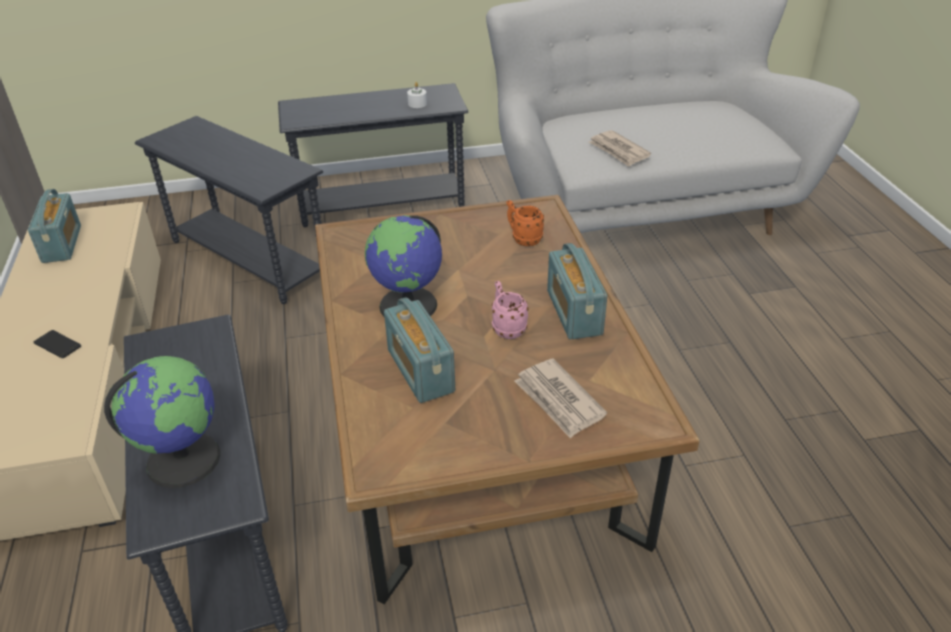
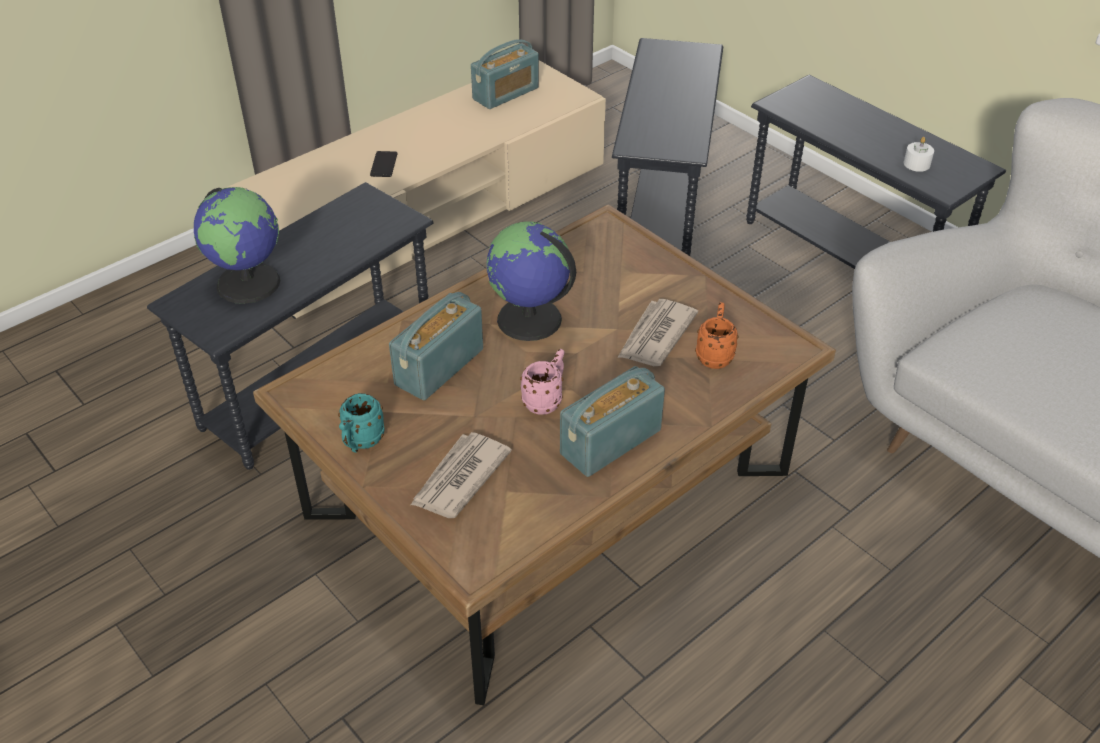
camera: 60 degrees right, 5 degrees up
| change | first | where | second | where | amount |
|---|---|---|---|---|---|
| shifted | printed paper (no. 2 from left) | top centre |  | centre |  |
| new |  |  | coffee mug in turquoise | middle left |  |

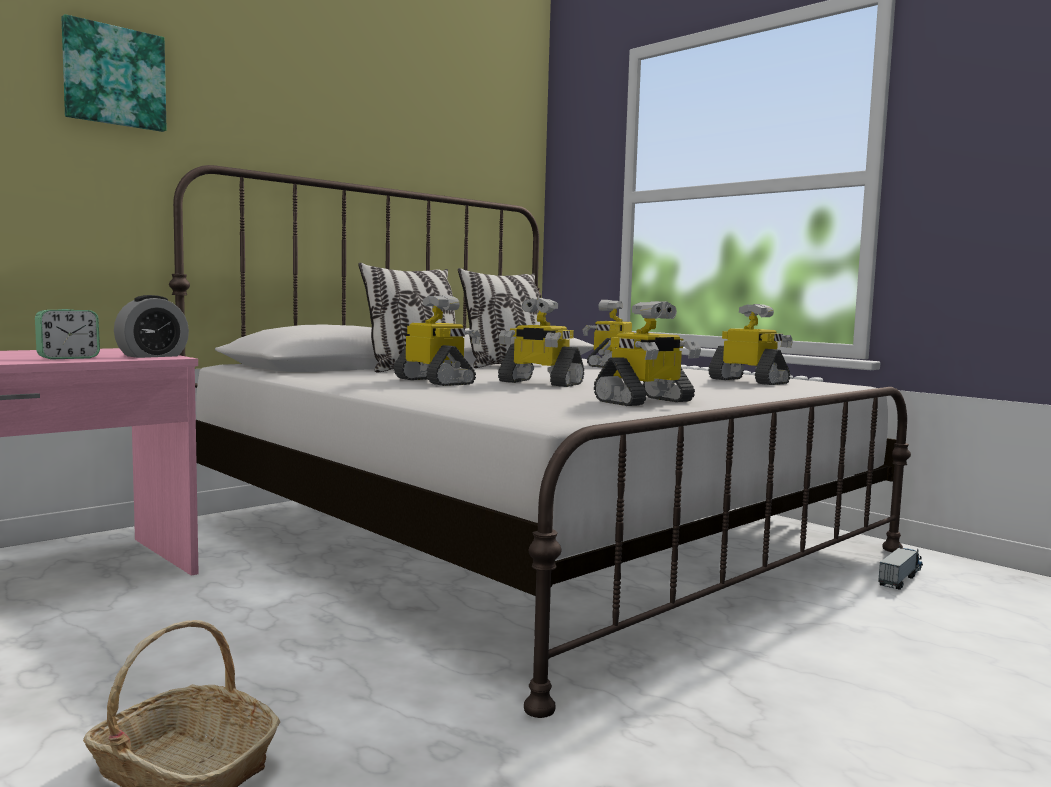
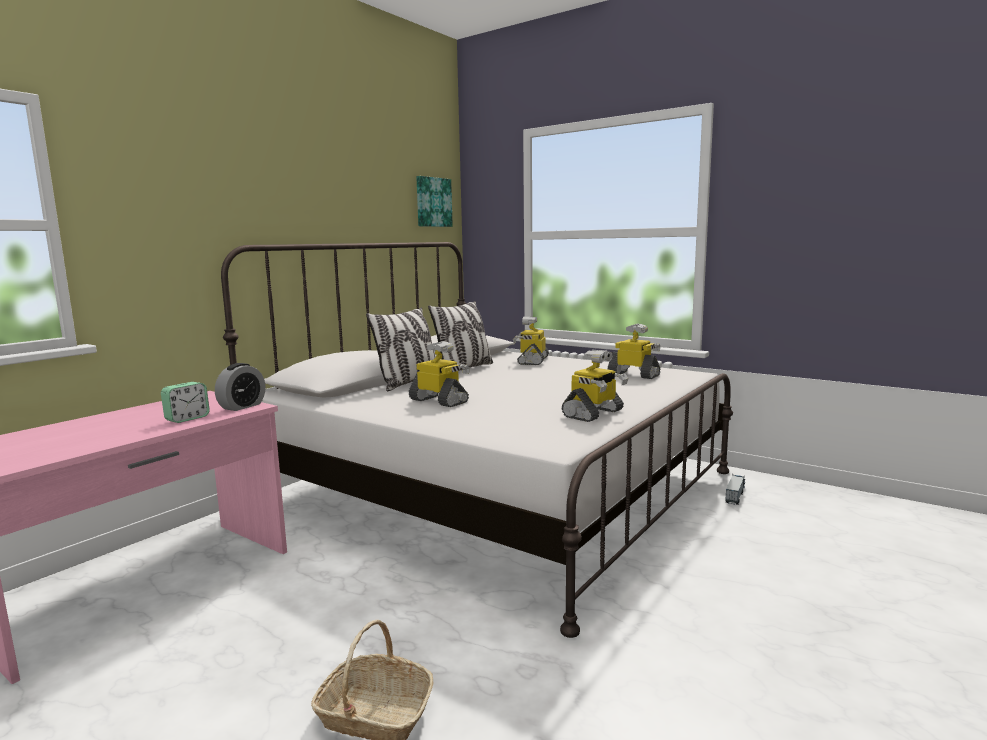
camera: 10 degrees left, 5 degrees up
| change | first | where | second | where | amount |
|---|---|---|---|---|---|
| shifted | wall art | top left |  | top centre |  |
| gone | robot figure (no. 2 from left) | centre |  |  |  |

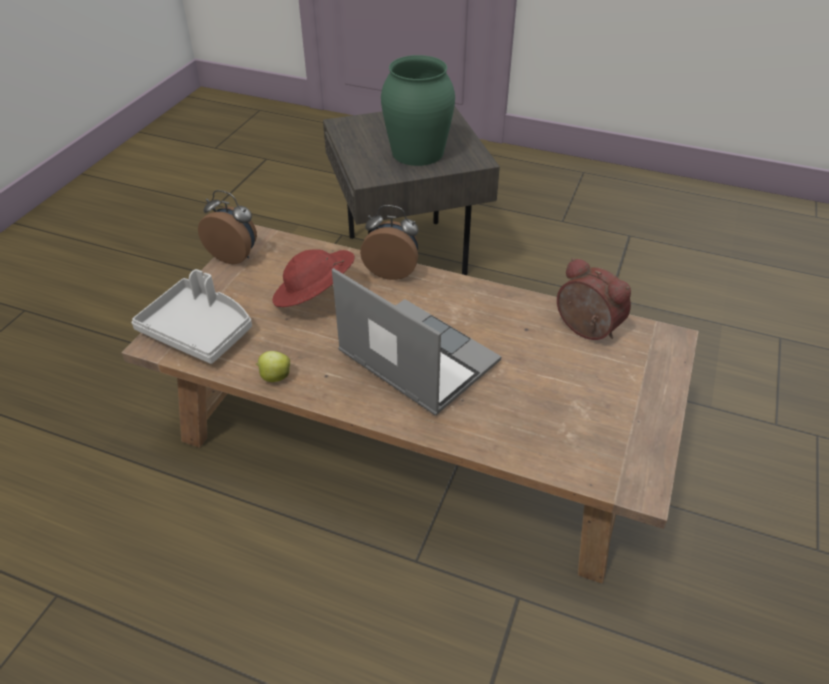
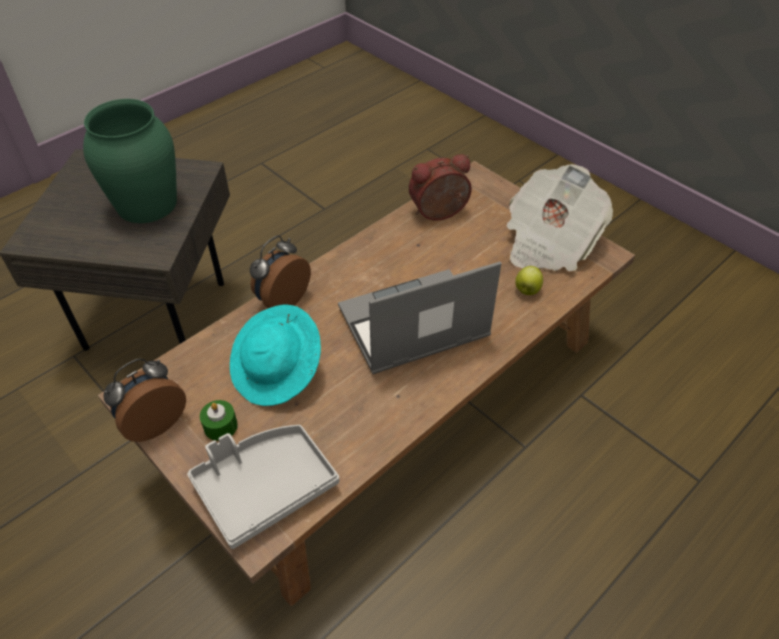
camera: 65 degrees left, 5 degrees up
| change | first | where | second | where | amount |
|---|---|---|---|---|---|
| repainted | hat in red | centre | hat in turquoise | centre |  |
| shifted | apple | middle left |  | middle right |  |
| new |  |  | printed paper | middle right |  |
| new |  |  | candle in greenish | middle left |  |

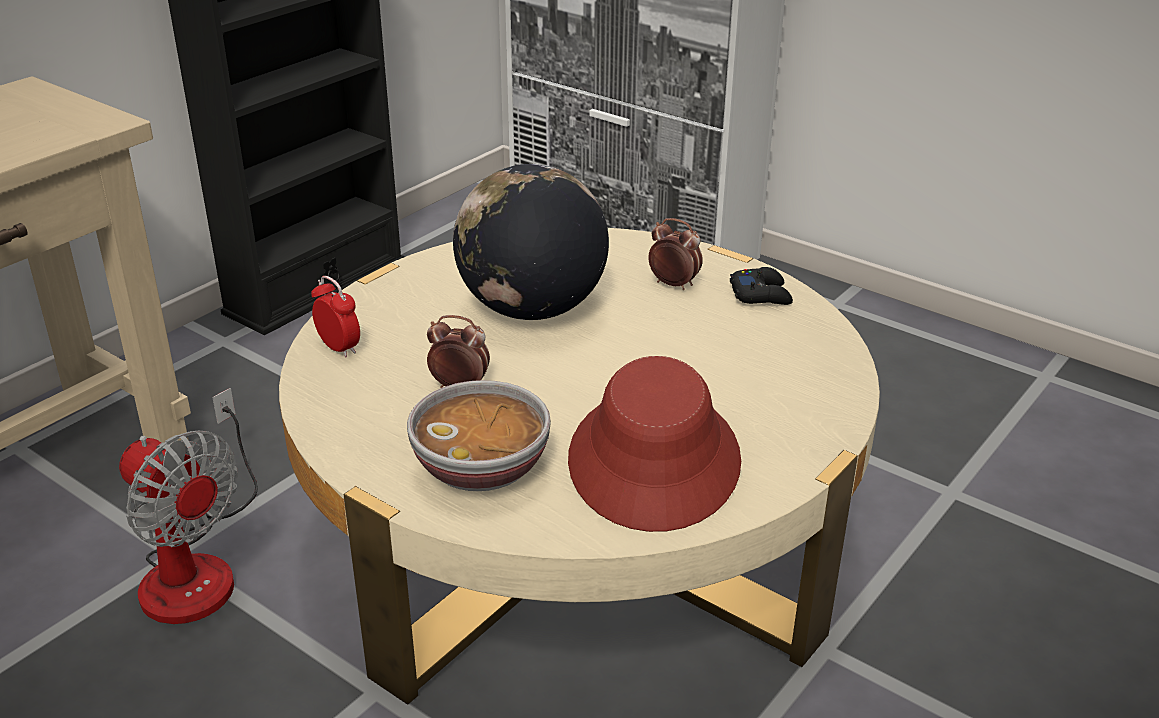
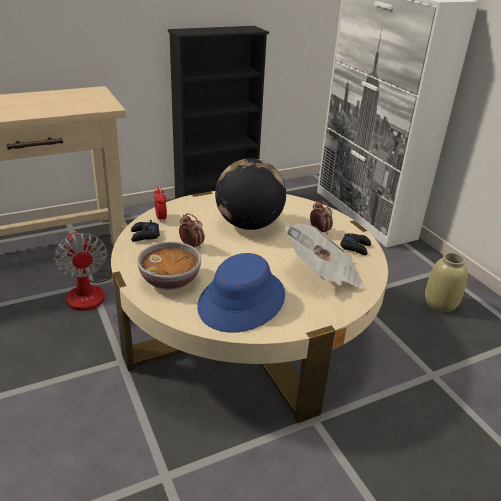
camera: 25 degrees right, 0 degrees up
| change | first | where | second | where | amount |
|---|---|---|---|---|---|
| repainted | hat in red | centre | hat in blue-coloured | centre |  |
| new |  |  | game controller in black-coloured (no. 1 from left) | middle left |  |
| new |  |  | printed paper | centre |  |
| new |  |  | decorative vase in sand-coloured | middle right |  |

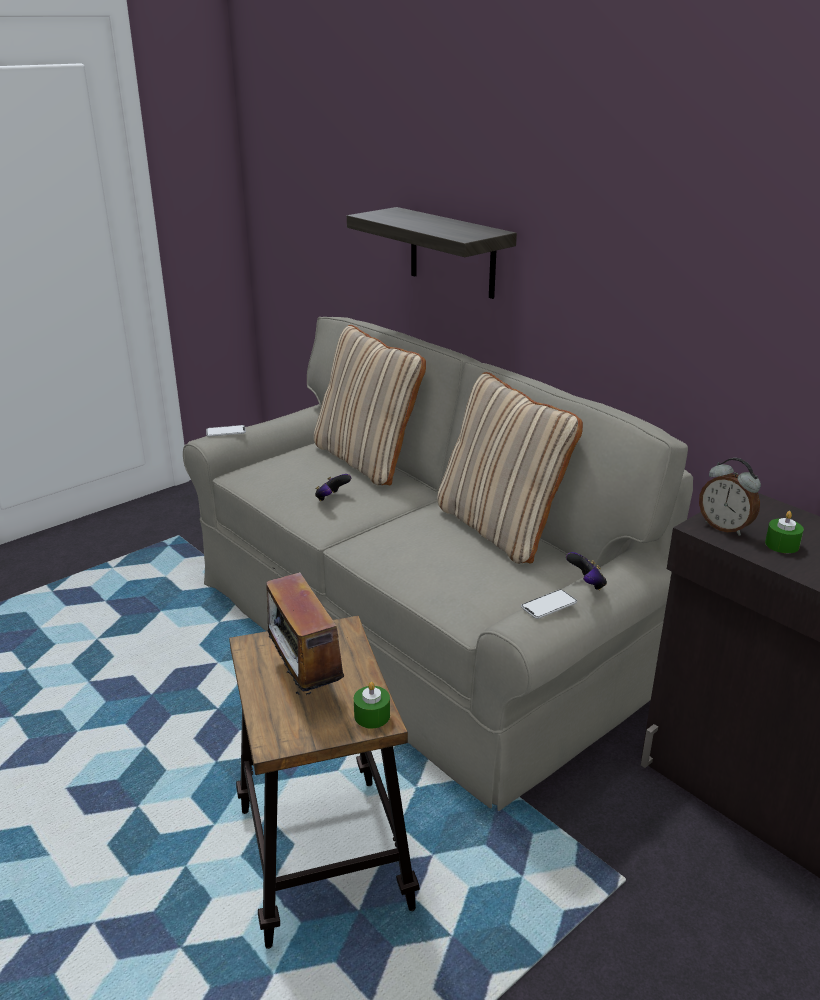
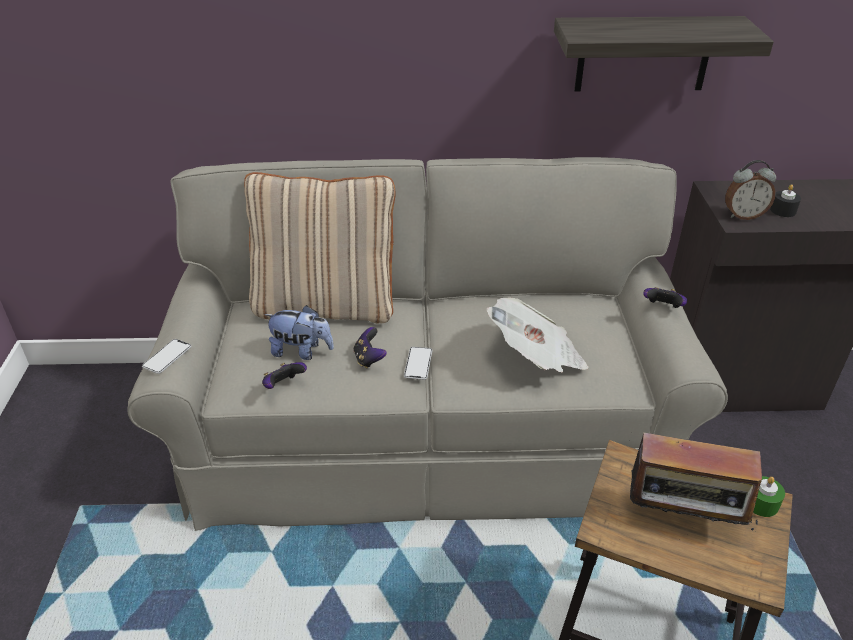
camera: 50 degrees left, 10 degrees up
| change | first | where | second | where | amount |
|---|---|---|---|---|---|
| shifted | wall shelf | top centre |  | top right |  |
| gone | pillow in sand-coloured (no. 2 from left) | centre |  |  |  |
| repainted | candle in greenish (no. 2 from left) | middle right | candle in black-coloured | top right |  |
| shifted | phone (no. 2 from left) | middle right |  | centre |  |
| new |  |  | printed paper | centre |  |
| new |  |  | soft toy | centre |  |
| new |  |  | game controller (no. 1 from left) | middle left |  |

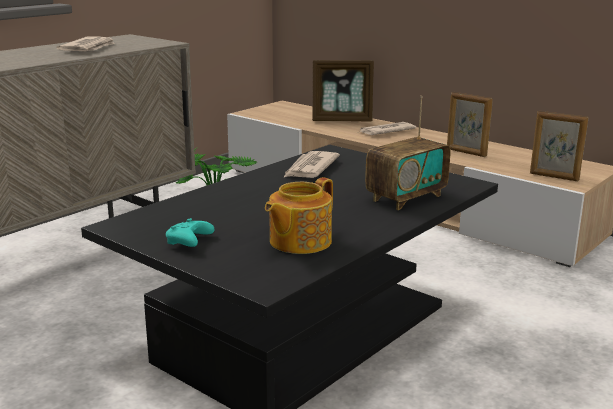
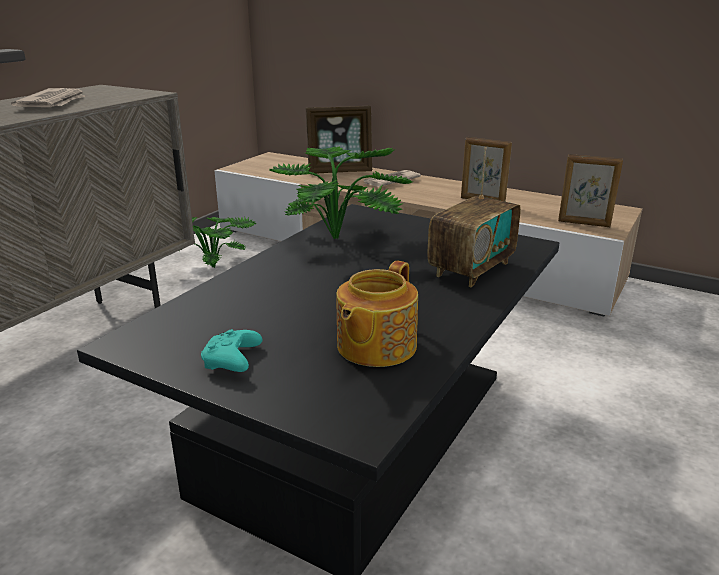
camera: 10 degrees left, 5 degrees up
| change | first | where | second | where | amount |
|---|---|---|---|---|---|
| swapped | printed paper (no. 2 from left) | centre | houseplant (no. 2 from left) | centre |  |

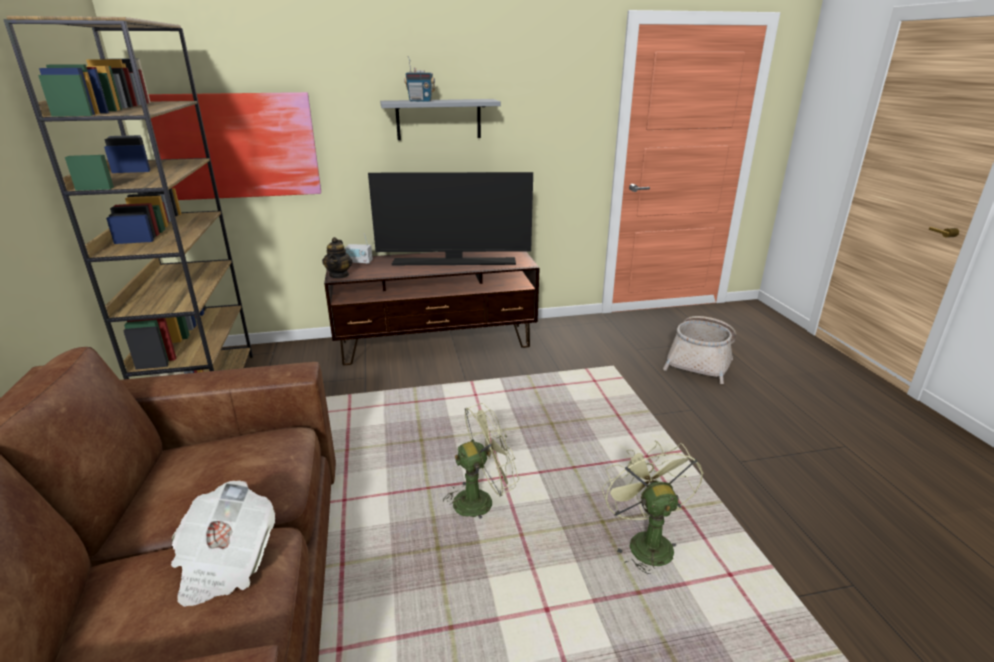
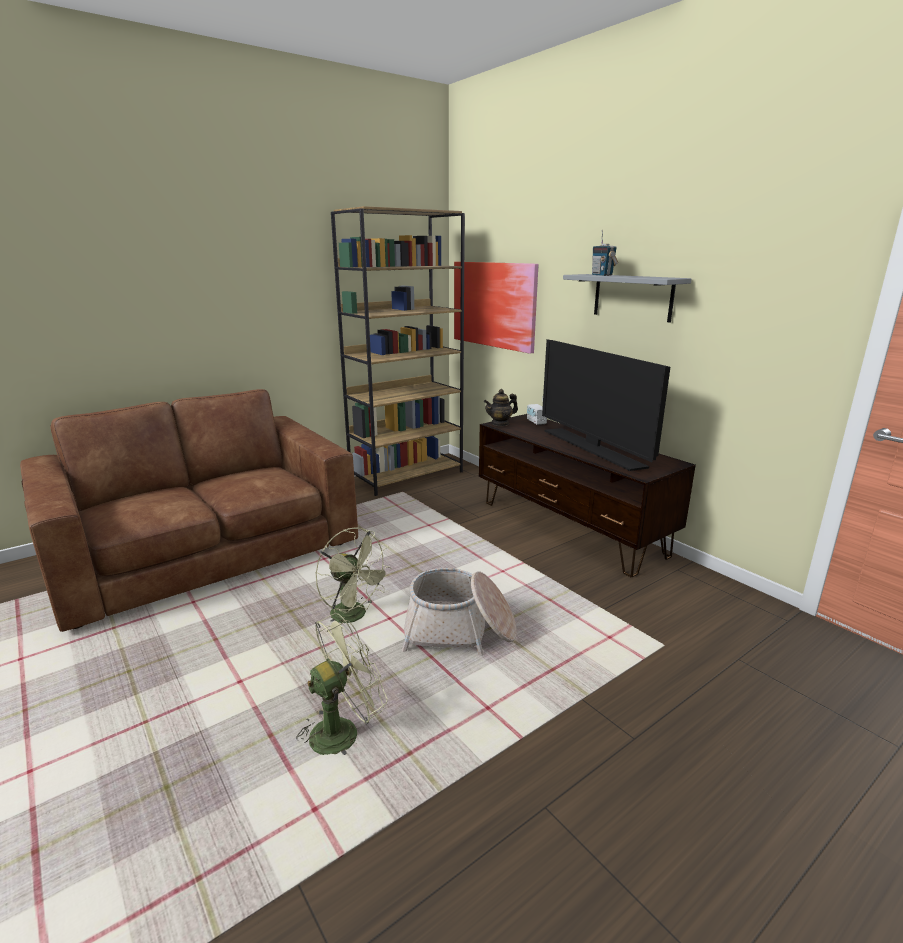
camera: 65 degrees right, 5 degrees down
| change | first | where | second | where | amount |
|---|---|---|---|---|---|
| shifted | basket | middle right |  | centre |  |
| gone | printed paper | bottom left |  |  |  |

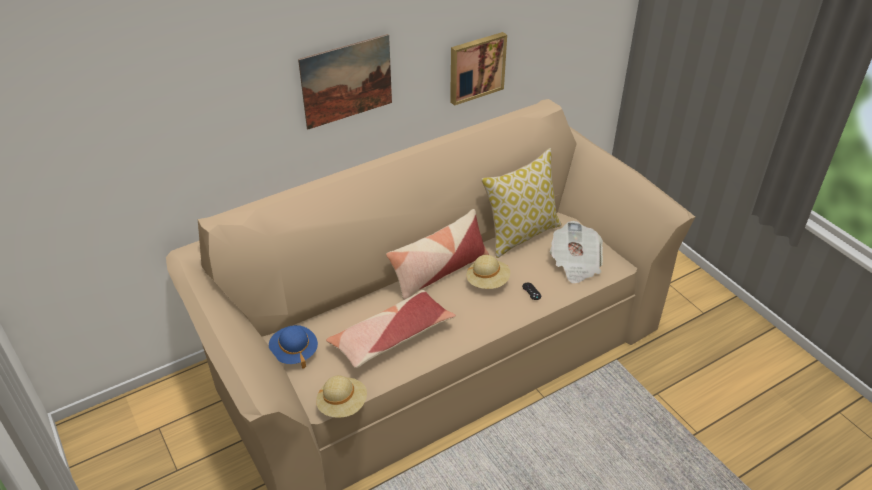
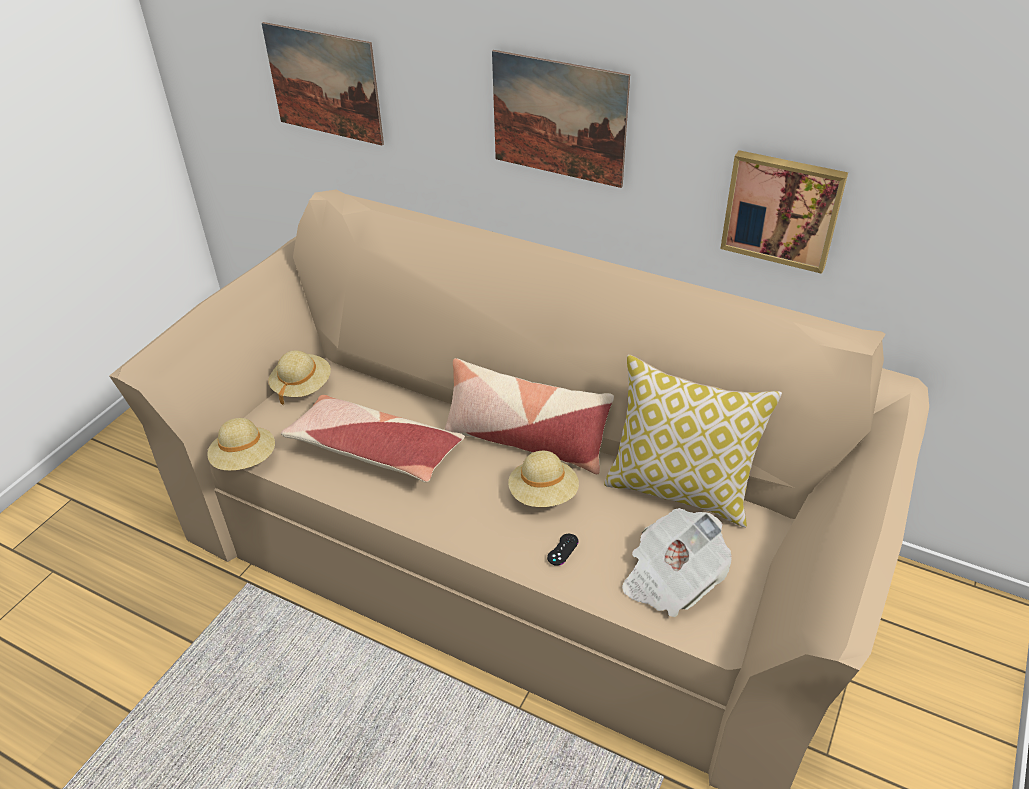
camera: 60 degrees right, 0 degrees up
| change | first | where | second | where | amount |
|---|---|---|---|---|---|
| repainted | hat in blue-coloured | bottom centre | hat in sand-coloured (no. 2 from left) | middle left |  |
| new |  |  | wall art (no. 1 from left) | top left |  |

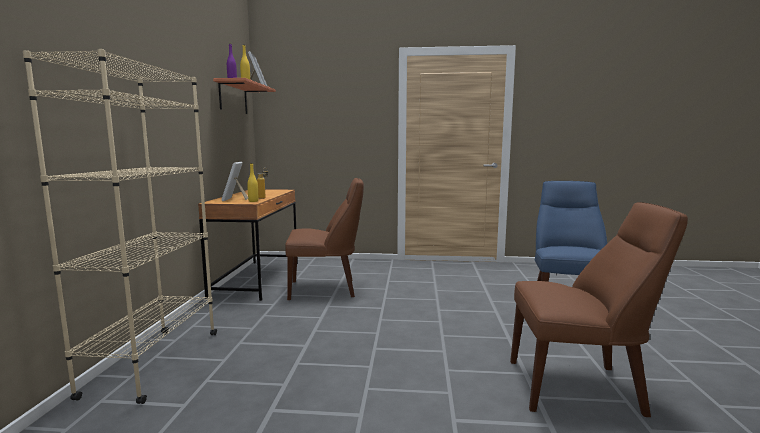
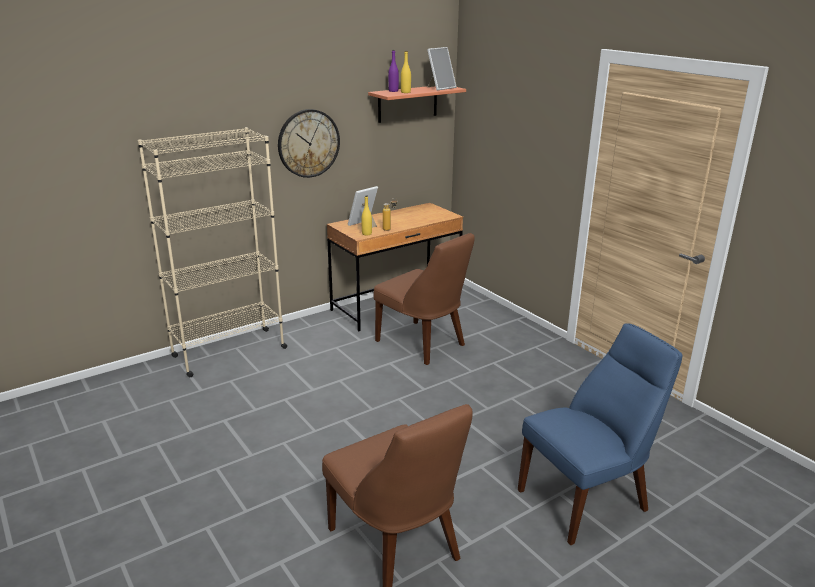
camera: 50 degrees right, 15 degrees up
| change | first | where | second | where | amount |
|---|---|---|---|---|---|
| new |  |  | clock on the wall | top centre |  |

